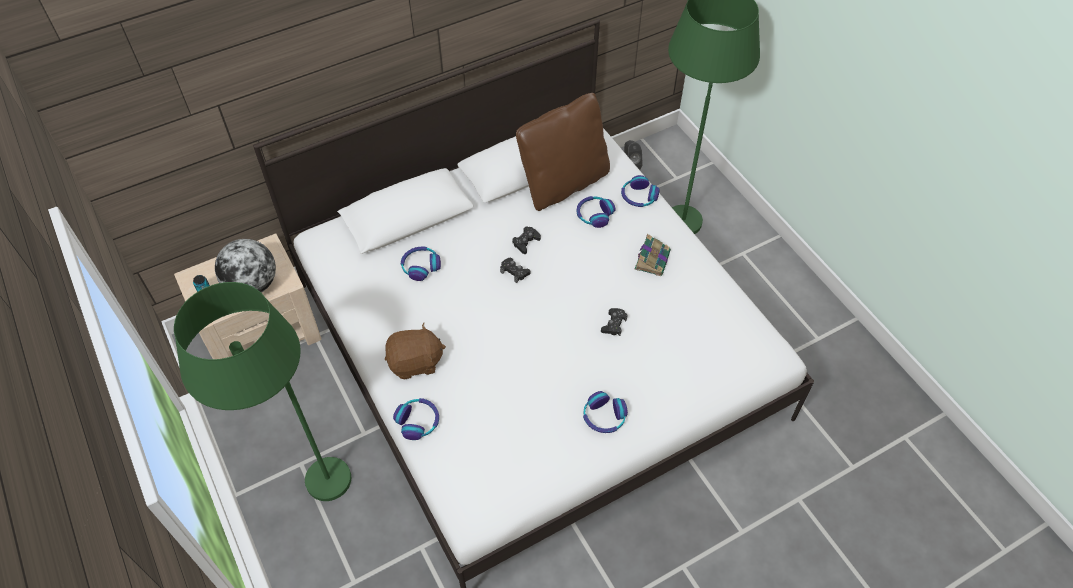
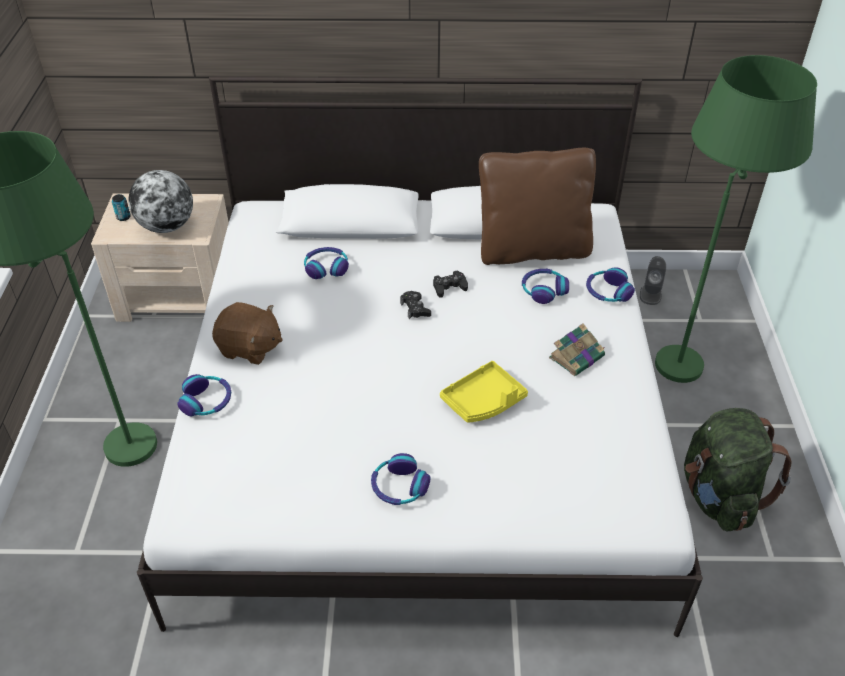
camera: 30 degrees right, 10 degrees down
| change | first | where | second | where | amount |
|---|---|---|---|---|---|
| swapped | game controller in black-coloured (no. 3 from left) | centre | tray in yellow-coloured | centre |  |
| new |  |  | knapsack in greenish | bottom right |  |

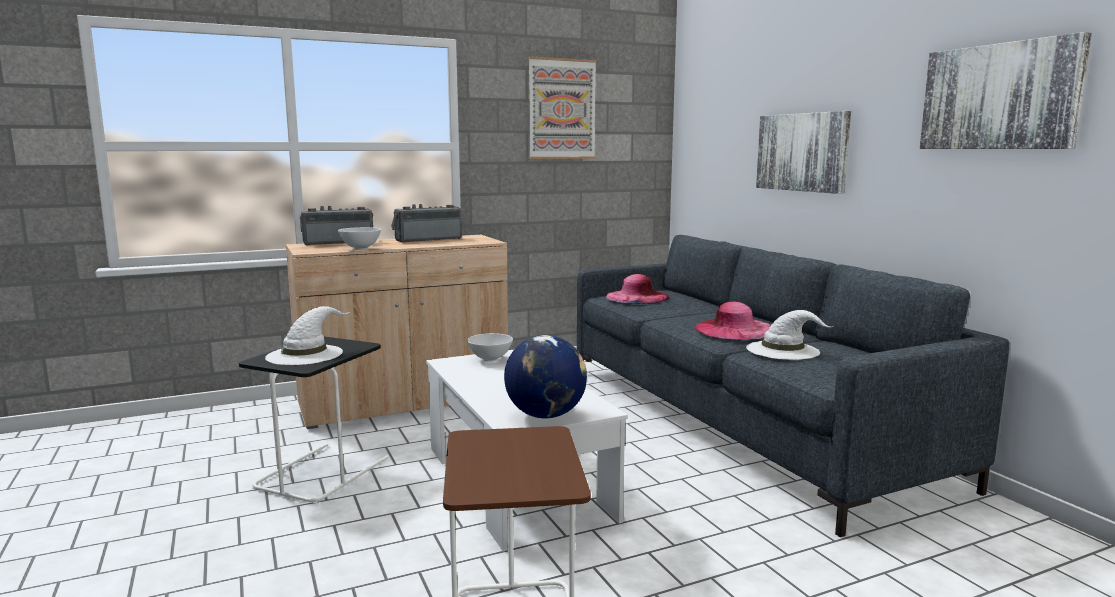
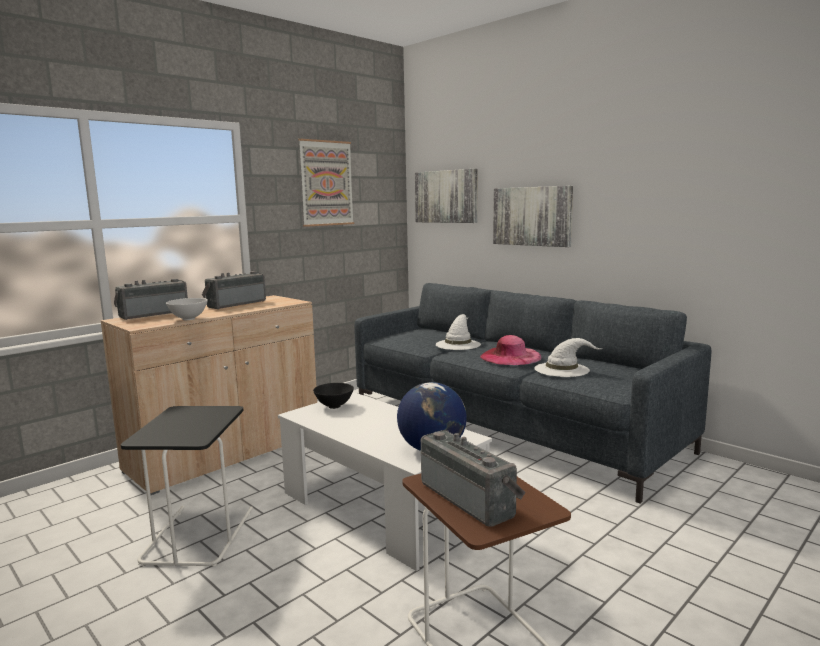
camera: 20 degrees left, 0 degrees up
| change | first | where | second | where | amount |
|---|---|---|---|---|---|
| shifted | wall art (no. 3 from left in the first image) | top right | wall art (no. 2 from left) | top centre |  |
| gone | hat in pinkish (no. 1 from left) | centre |  |  |  |
| shifted | hat in white-coloured (no. 1 from left) | middle left |  | centre |  |
| repainted | serving bowl in white-coloured (no. 2 from left) | centre | serving bowl in black-coloured | centre |  |
| new |  |  | radio receiver (no. 3 from left) | bottom centre |  |

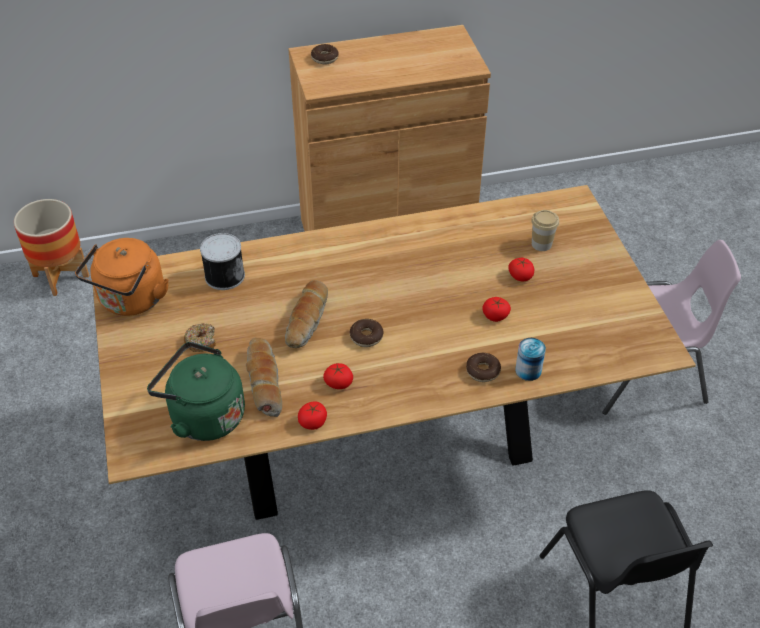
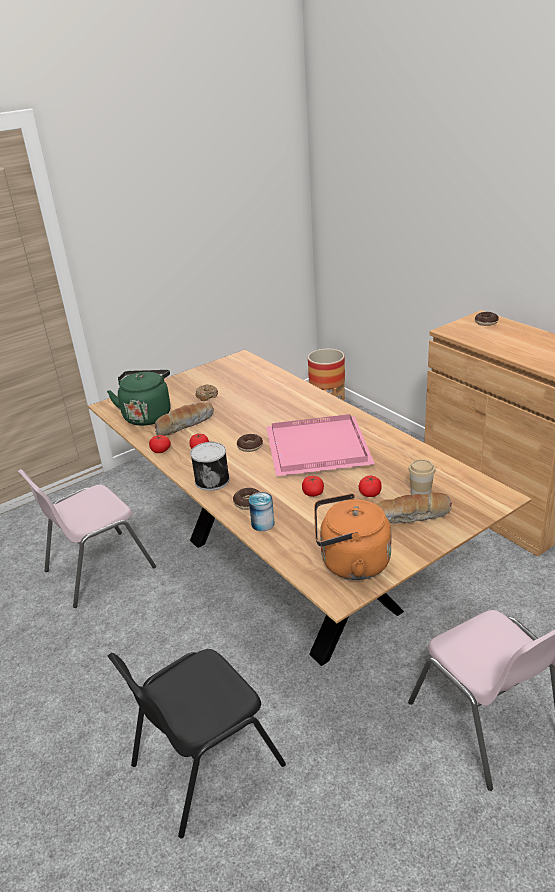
camera: 70 degrees right, 15 degrees down
| change | first | where | second | where | amount |
|---|---|---|---|---|---|
| shifted | metal can (no. 1 from left) | middle left |  | centre |  |
| shifted | tea kettle in orange-coloured | middle left |  | centre |  |
| shifted | bakery bread (no. 2 from left) | centre |  | middle right |  |
| new |  |  | tray in pinkish | centre |  |

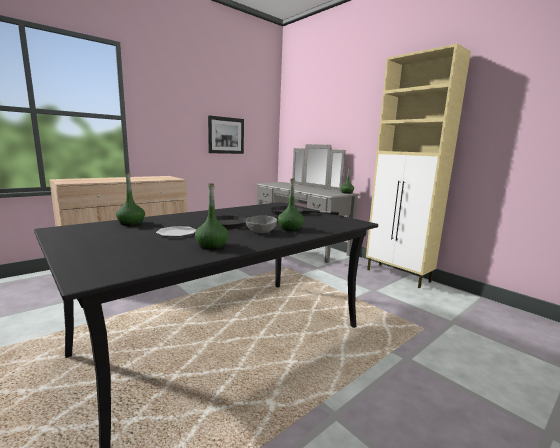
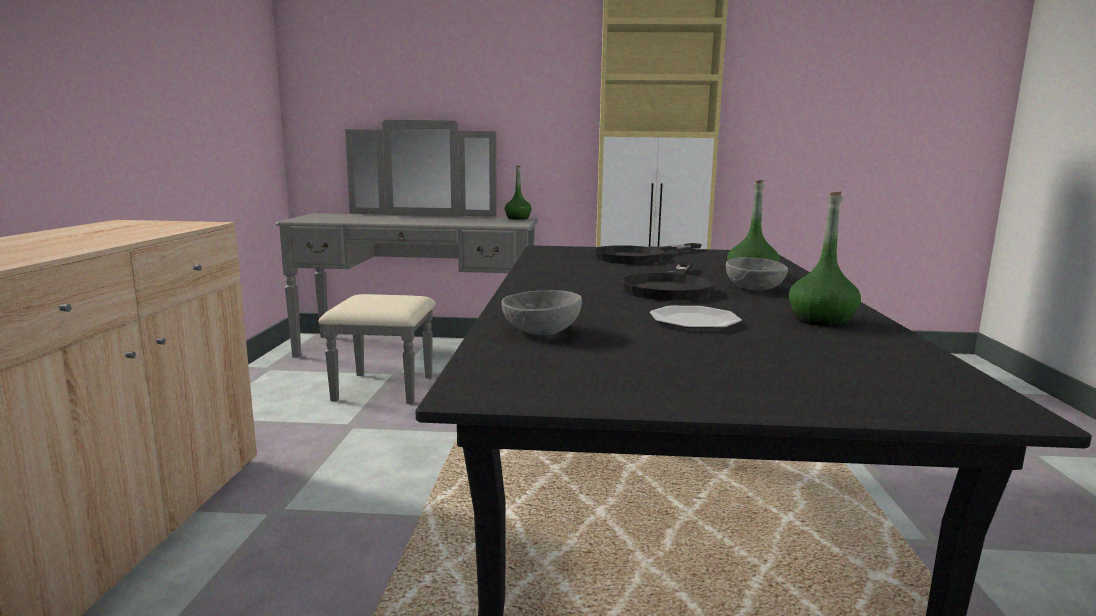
camera: 45 degrees left, 0 degrees up
| change | first | where | second | where | amount |
|---|---|---|---|---|---|
| gone | wall art | top centre |  |  |  |
| swapped | bottle in greenish (no. 1 from left) | middle left | serving bowl in greyish (no. 1 from left) | centre |  |

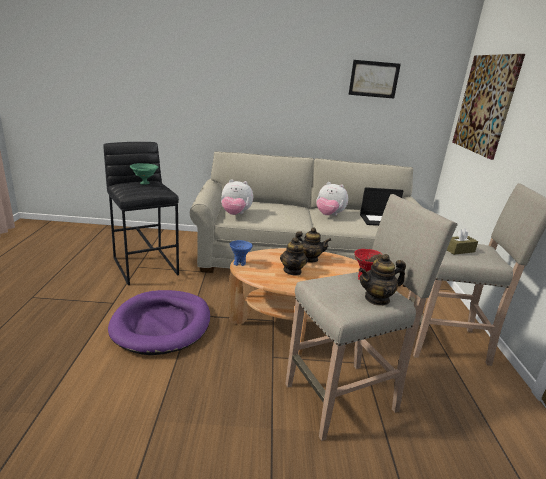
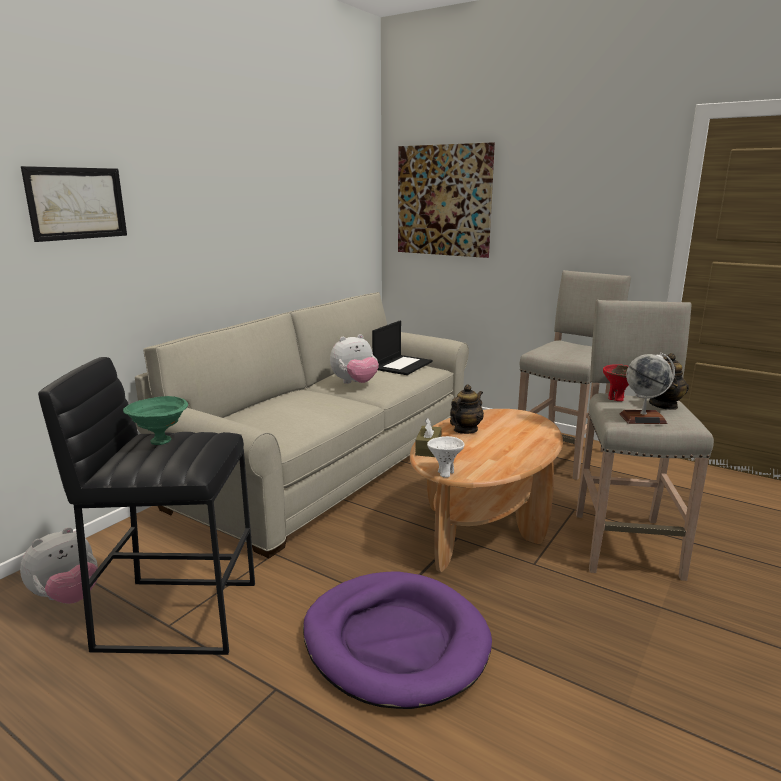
camera: 55 degrees left, 5 degrees down
| change | first | where | second | where | amount |
|---|---|---|---|---|---|
| shifted | wall art (no. 1 from left) | top right |  | top left |  |
| shifted | soft toy (no. 1 from left) | centre |  | bottom left |  |
| shifted | tissue holder in brown | middle right |  | centre |  |
| gone | teapot (no. 1 from left) | centre |  |  |  |
| repainted | serving bowl in blue-coloured | centre | serving bowl in white-coloured | centre |  |
| new |  |  | world globe | middle right |  |

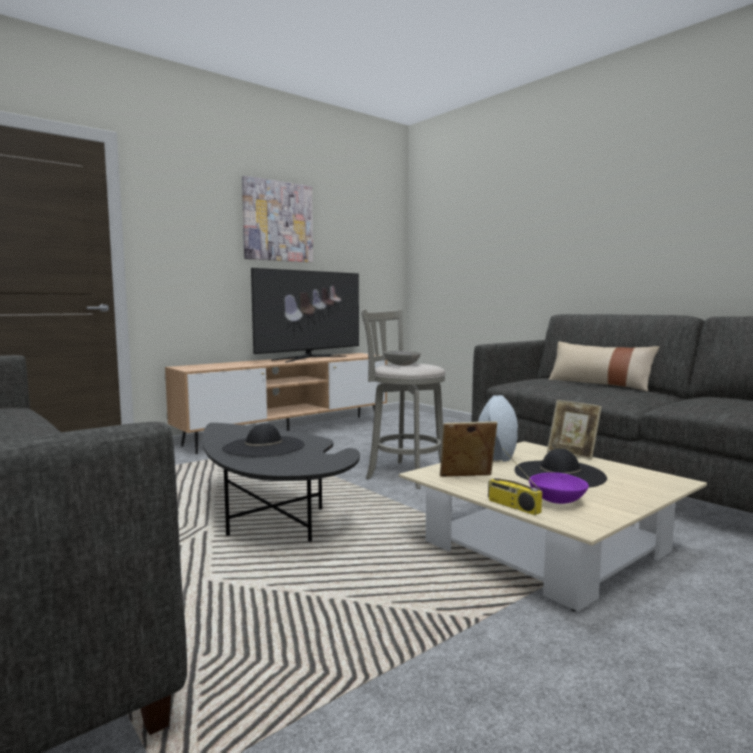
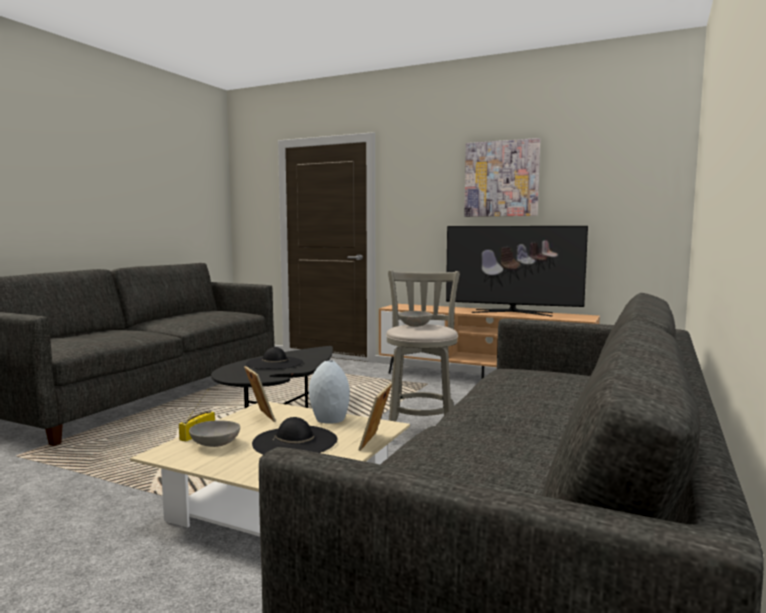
camera: 65 degrees right, 0 degrees up
| change | first | where | second | where | amount |
|---|---|---|---|---|---|
| gone | pillow in sand-coloured | middle right |  |  |  |
| repainted | serving bowl in purple-coloured | middle right | serving bowl in greyish (no. 1 from left) | bottom left |  |

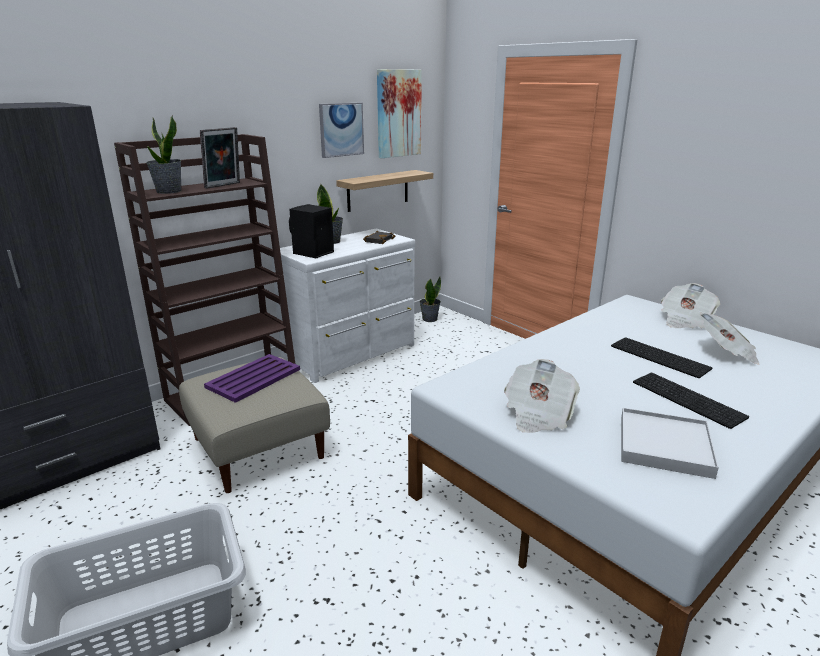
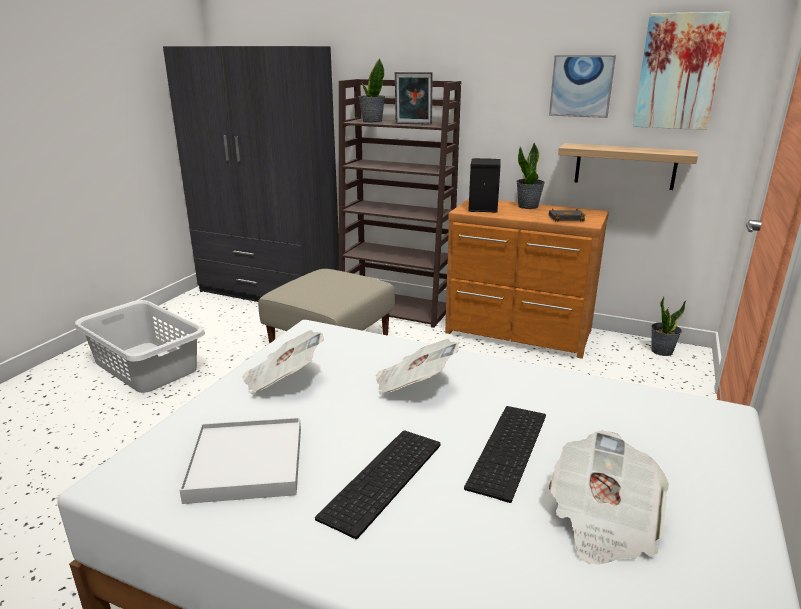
camera: 65 degrees right, 0 degrees up
| change | first | where | second | where | amount |
|---|---|---|---|---|---|
| repainted | dresser in white-coloured | centre | dresser in brown | centre |  |
| shifted | printed paper (no. 2 from left) | middle right |  | centre |  |
| gone | tray in purple-coloured | middle left |  |  |  |

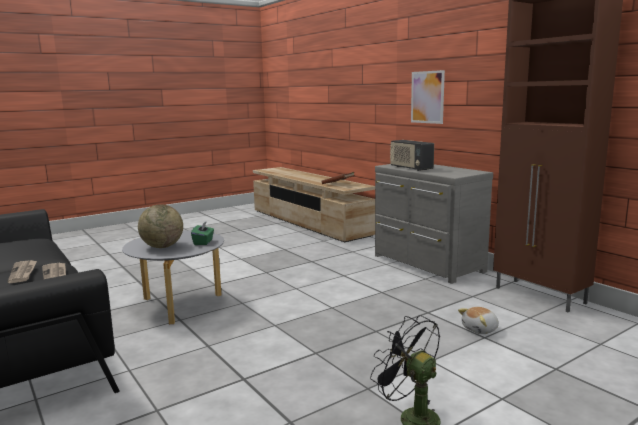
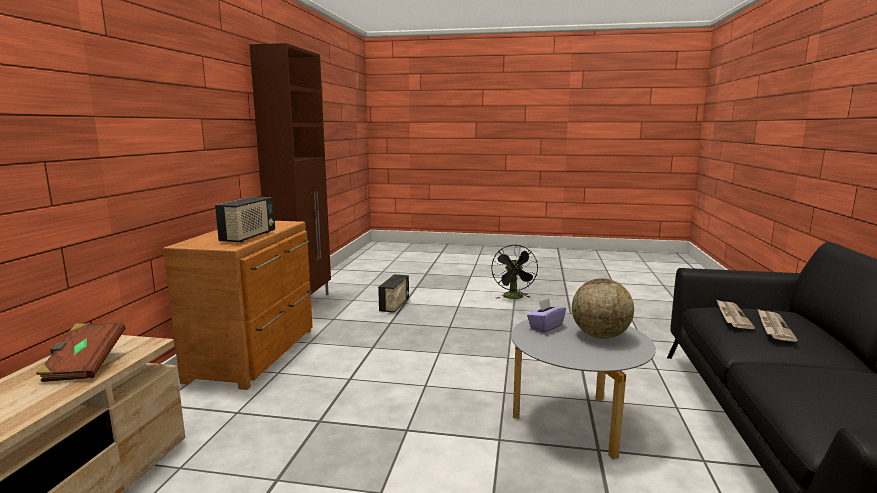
camera: 135 degrees left, 0 degrees up
| change | first | where | second | where | amount |
|---|---|---|---|---|---|
| gone | wall art | top right |  |  |  |
| repainted | dresser in greyish | middle right | dresser in brown | middle left |  |
| repainted | tissue holder in greenish | middle left | tissue holder in purple-coloured | centre |  |
| swapped | soft toy | bottom right | radio receiver (no. 2 from left) | centre |  |

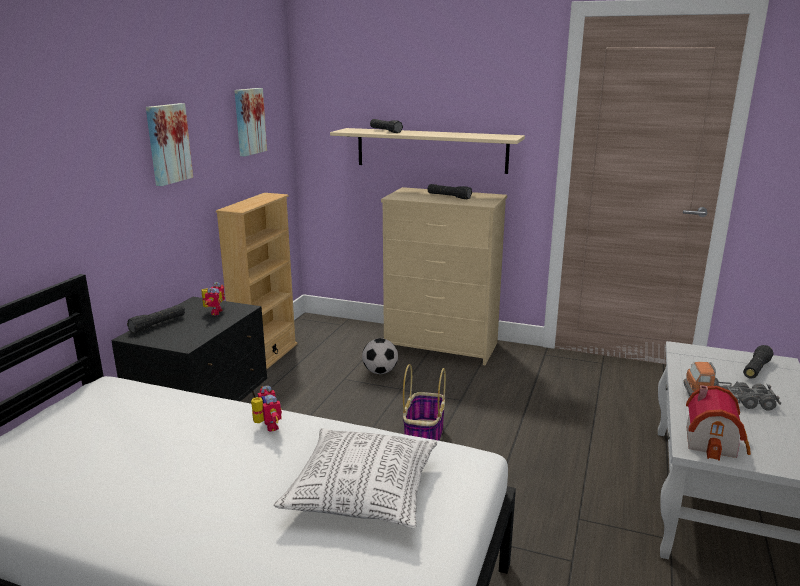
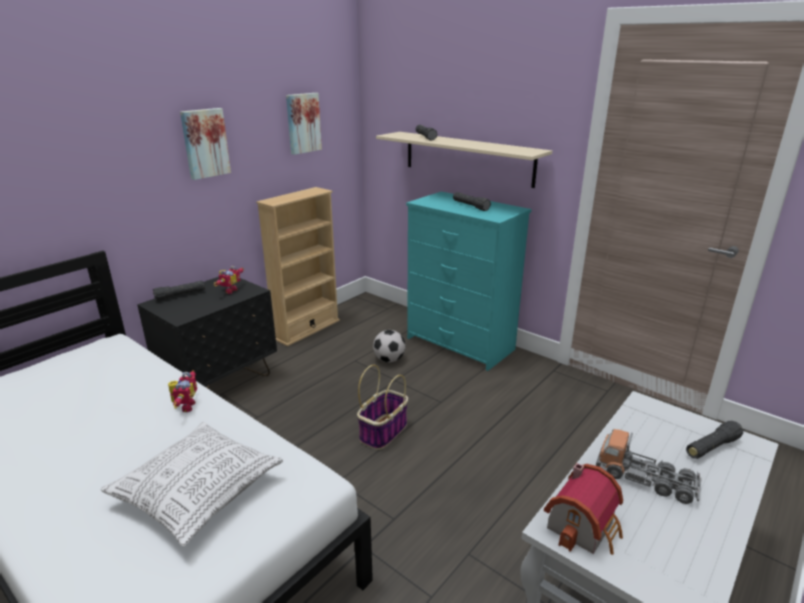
camera: 20 degrees right, 5 degrees up
| change | first | where | second | where | amount |
|---|---|---|---|---|---|
| repainted | dresser in sand-coloured | centre | dresser in turquoise | centre |  |

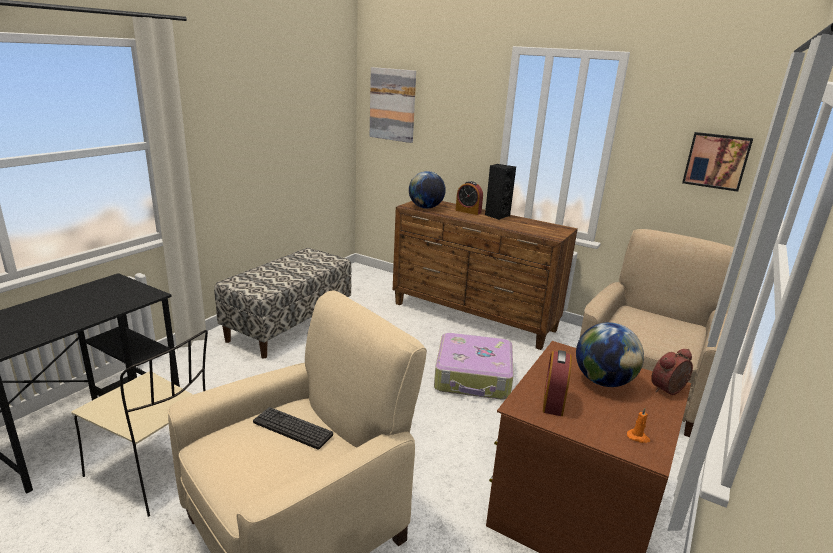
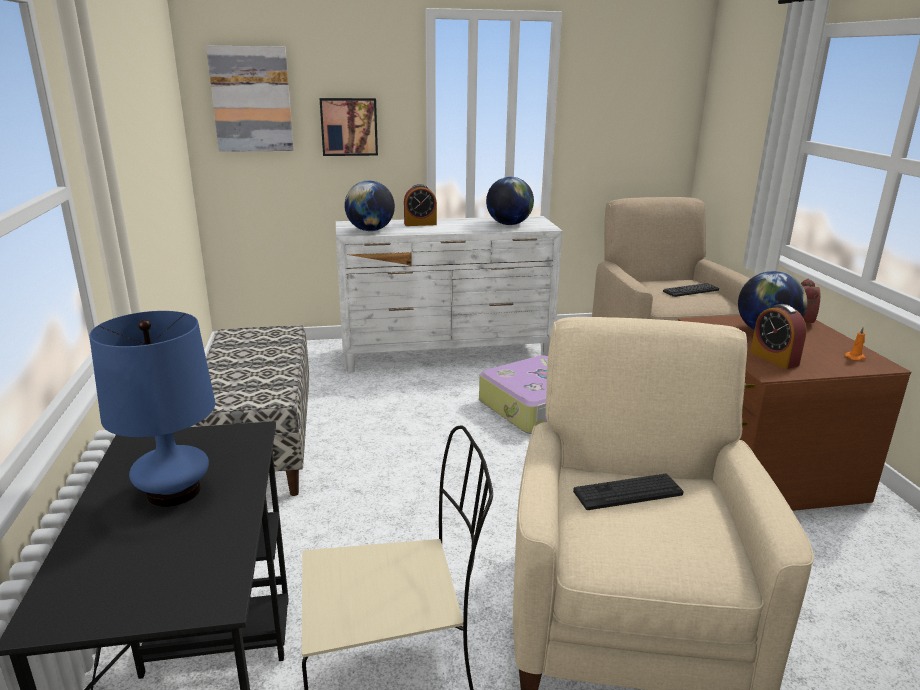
camera: 40 degrees left, 0 degrees up
| change | first | where | second | where | amount |
|---|---|---|---|---|---|
| shifted | wall art (no. 2 from left) | top right |  | top centre |  |
| gone | loudspeaker in black-coloured | centre |  |  |  |
| repainted | dresser in brown (no. 1 from left) | centre | dresser in white-coloured | centre |  |
| new |  |  | world globe (no. 2 from left) | top centre |  |
| new |  |  | PC keyboard (no. 2 from left) | middle right |  |
| new |  |  | table lamp in blue-coloured | middle left |  |

